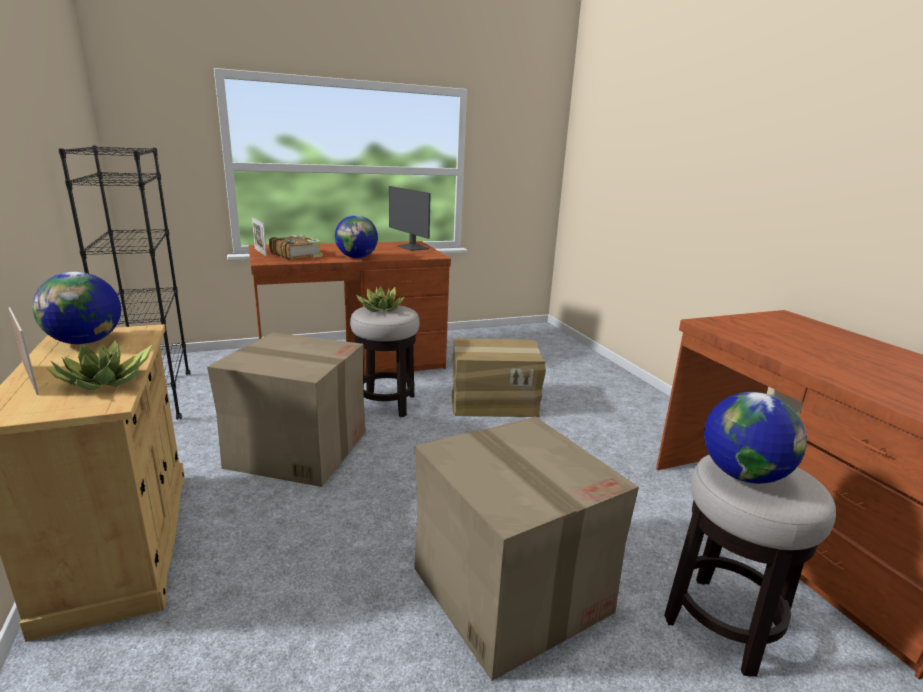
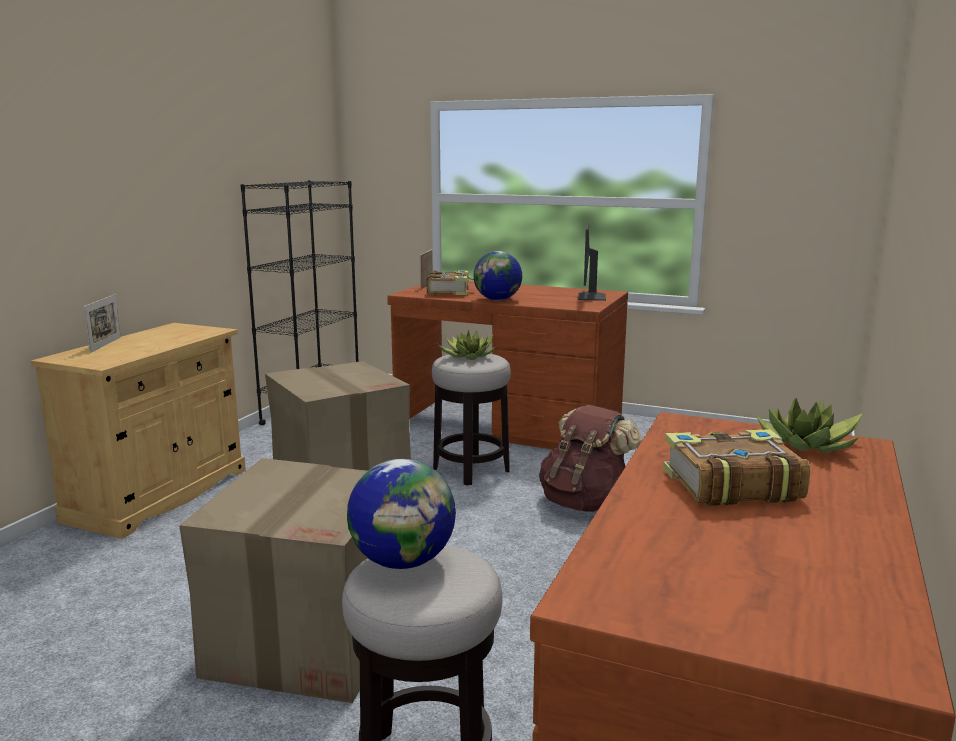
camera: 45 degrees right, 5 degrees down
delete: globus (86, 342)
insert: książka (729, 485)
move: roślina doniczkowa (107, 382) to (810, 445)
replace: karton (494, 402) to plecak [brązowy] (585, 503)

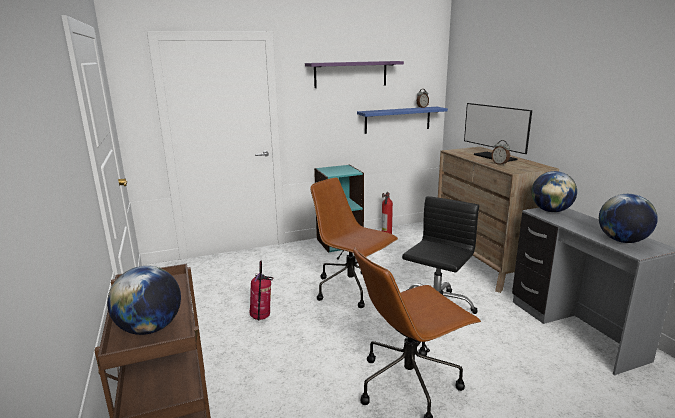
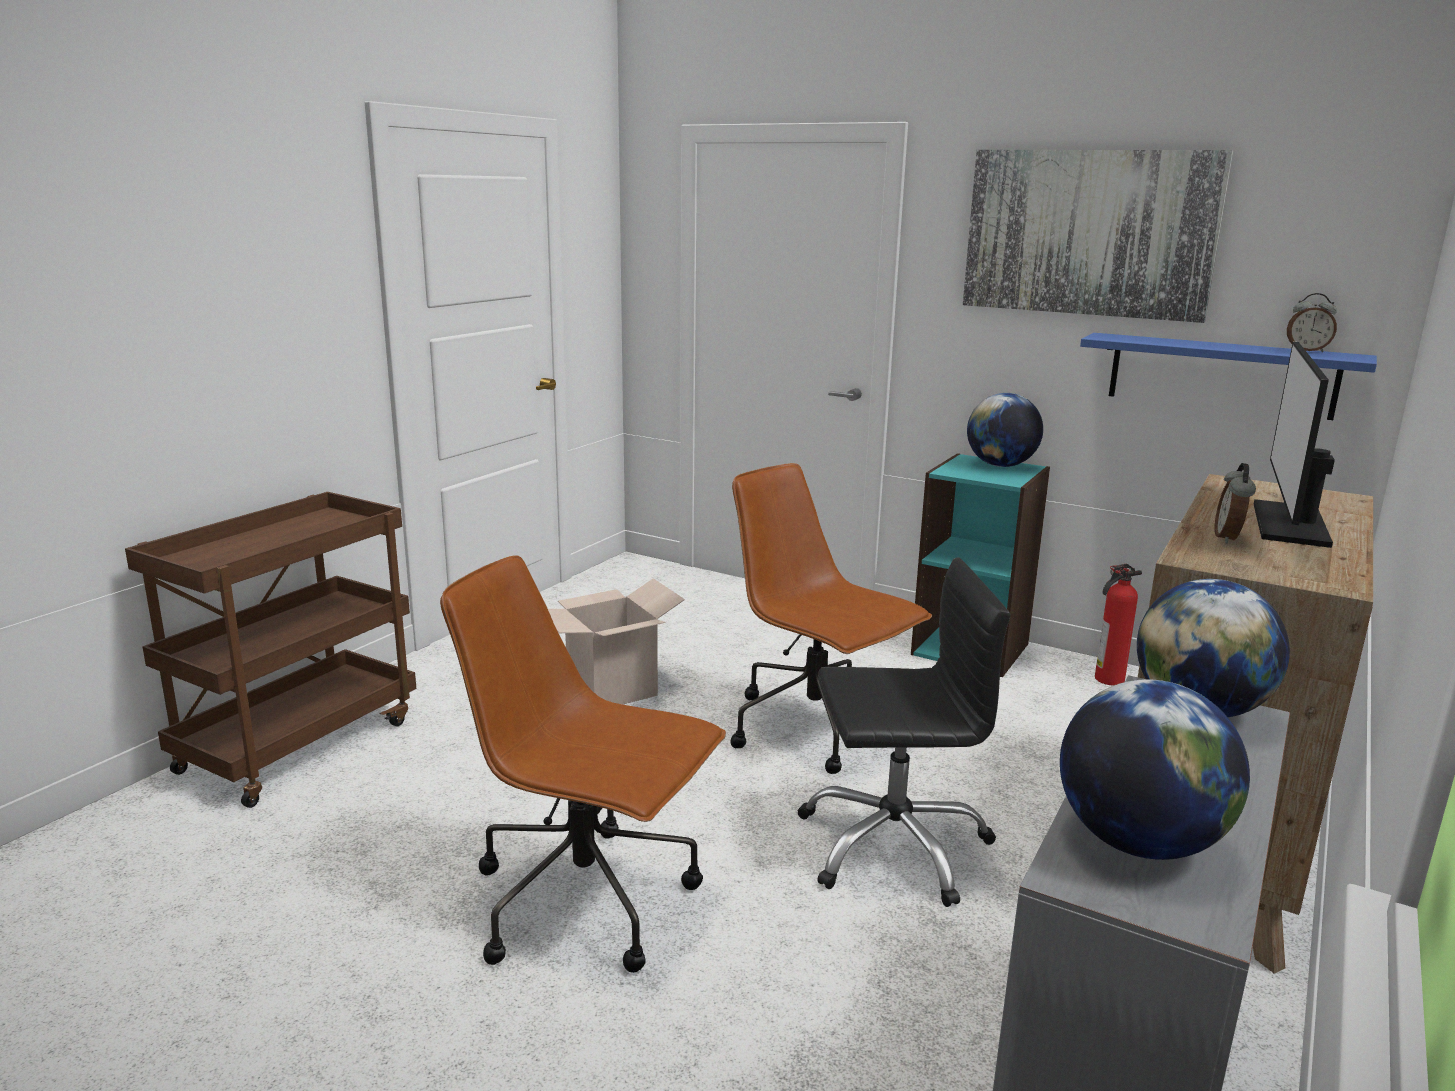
camera: 50 degrees right, 0 degrees up
move: globus (150, 328) to (1000, 465)
replace: półka [fioletowy] (350, 74) to obraz (1088, 233); gaśnica (261, 318) to karton (611, 690)
rotate: krzesło biurowe [brązowy] (352, 289) = (815, 729) 45 degrees counterclockwise

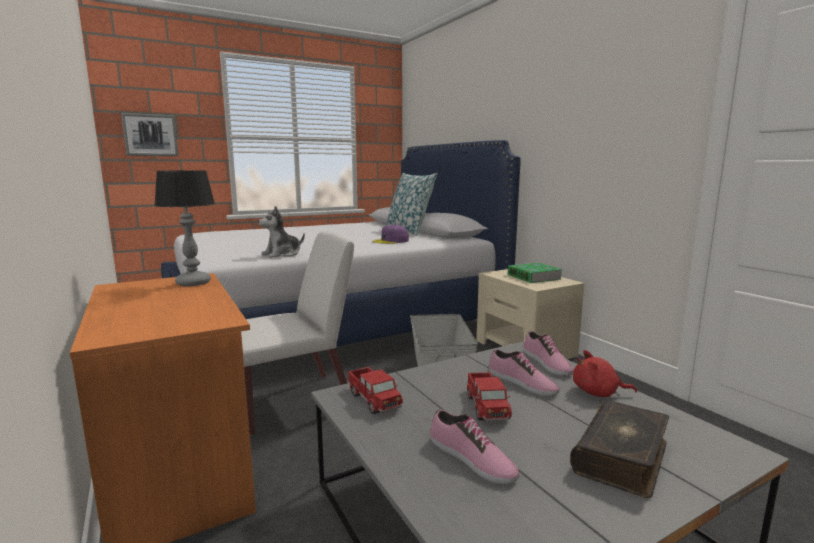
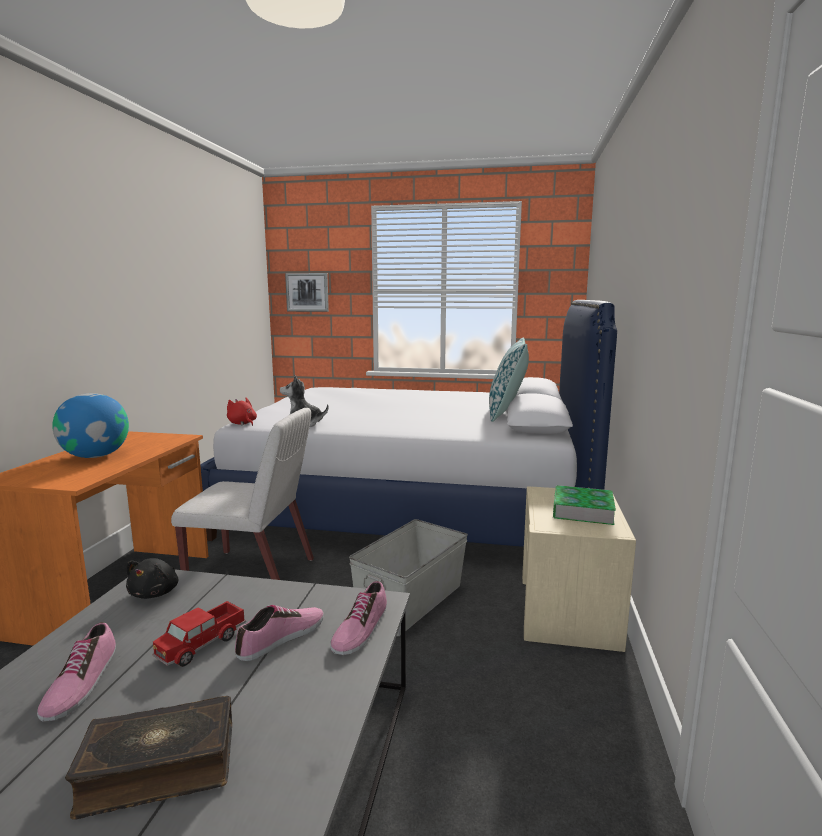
camera: 40 degrees right, 0 degrees up
delete: lampa stołowa (193, 283); czapka z daszkiem [fioletowy] (391, 241)
insert: globus (96, 456)
move: pluszak [czerwony] (598, 393) to (242, 424)
replace: ciężarówka zabawkowa (374, 399) to pluszak [czarny] (156, 593)
rotate: but (521, 383) = (282, 638) 135 degrees counterclockwise

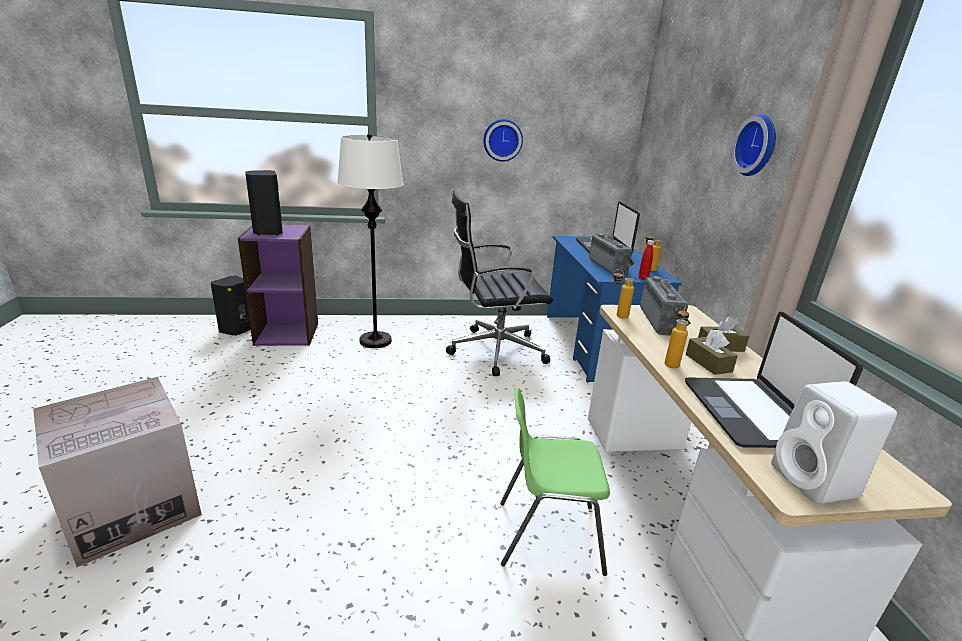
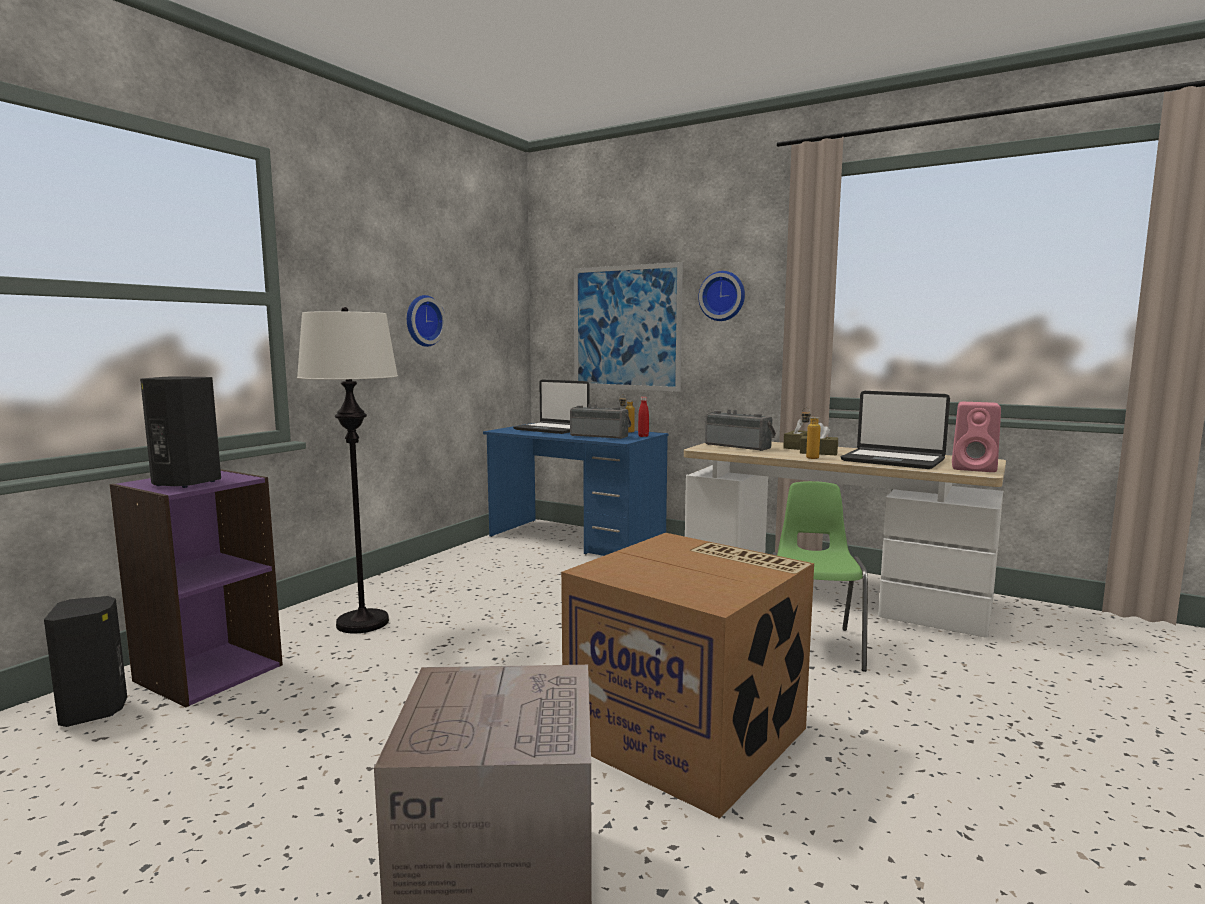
camera: 50 degrees left, 15 degrees down
delete: krzesło biurowe [czarny] (494, 351); butelka (617, 316)
insert: obraz (626, 328); karton (690, 735)
recolor: głośnik [biały] (815, 483) to głośnik [różowy] (975, 468)
rotate: krzesło [zielony] (547, 535) = (813, 645) 150 degrees clockwise

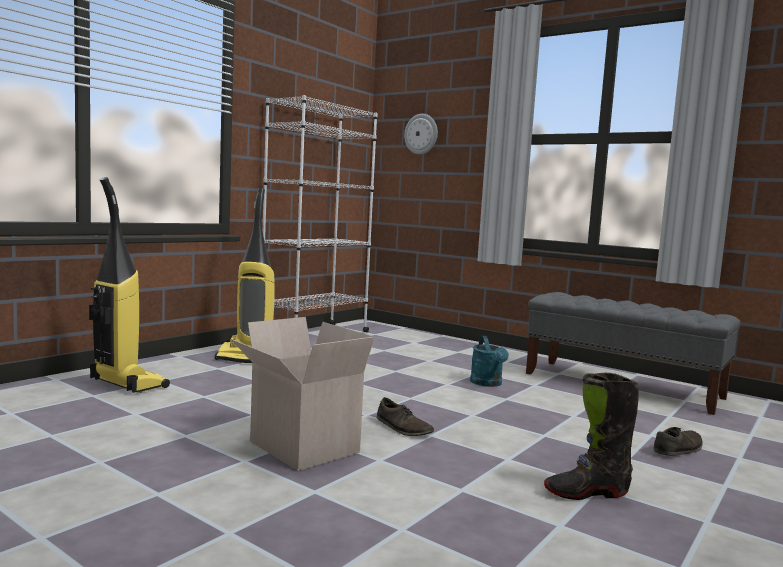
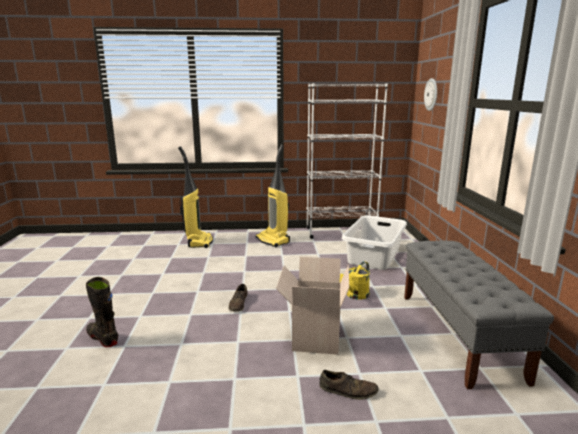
camera: 50 degrees right, 10 degrees up
insert: kosz na pranie [biały] (373, 256)
move: karton (300, 447) to (314, 336); but z cholewką [czarny] (586, 493) to (103, 338)
recolor: konewka [turkusowy] (488, 384) to konewka [żółty] (355, 295)

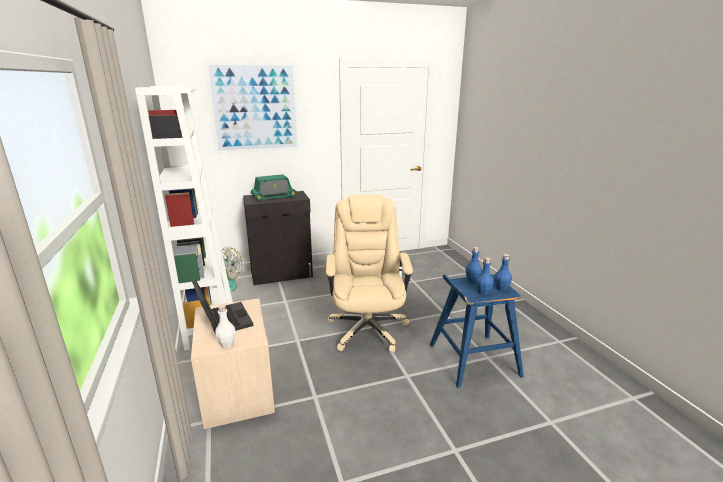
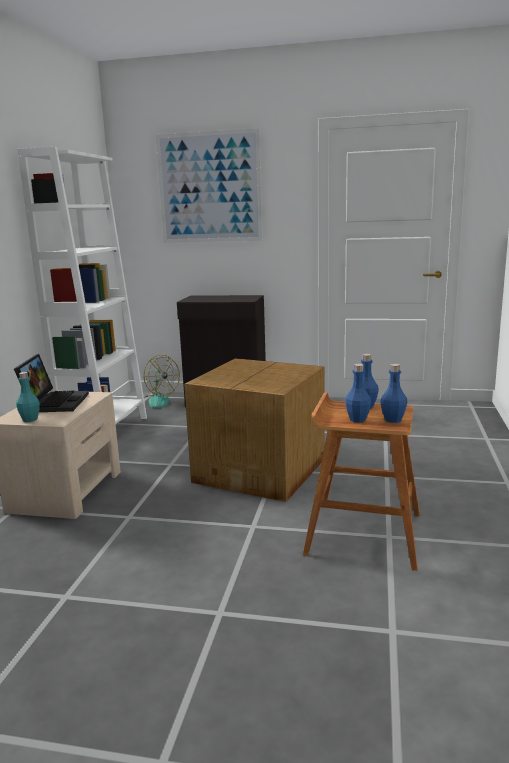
camera: 30 degrees right, 5 degrees down
delete: radio (273, 197)
replace: krzesło biurowe [beżowy] (367, 328) to karton (262, 470)
recolor: stołek [niebieski] (472, 360) to stołek [brązowy] (362, 533); butelka [biały] (227, 344) to butelka [turkusowy] (30, 419)

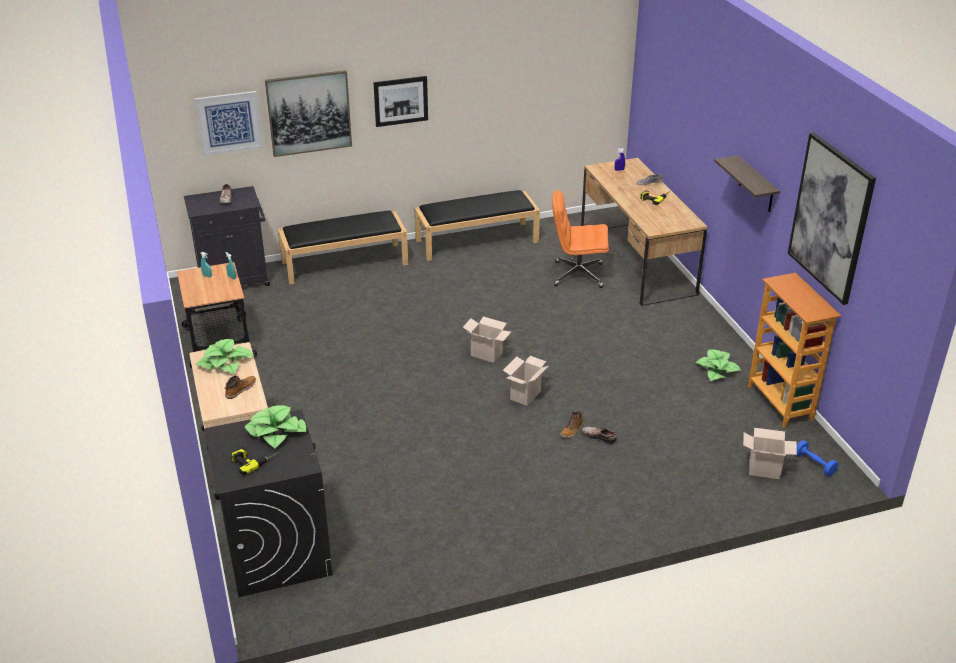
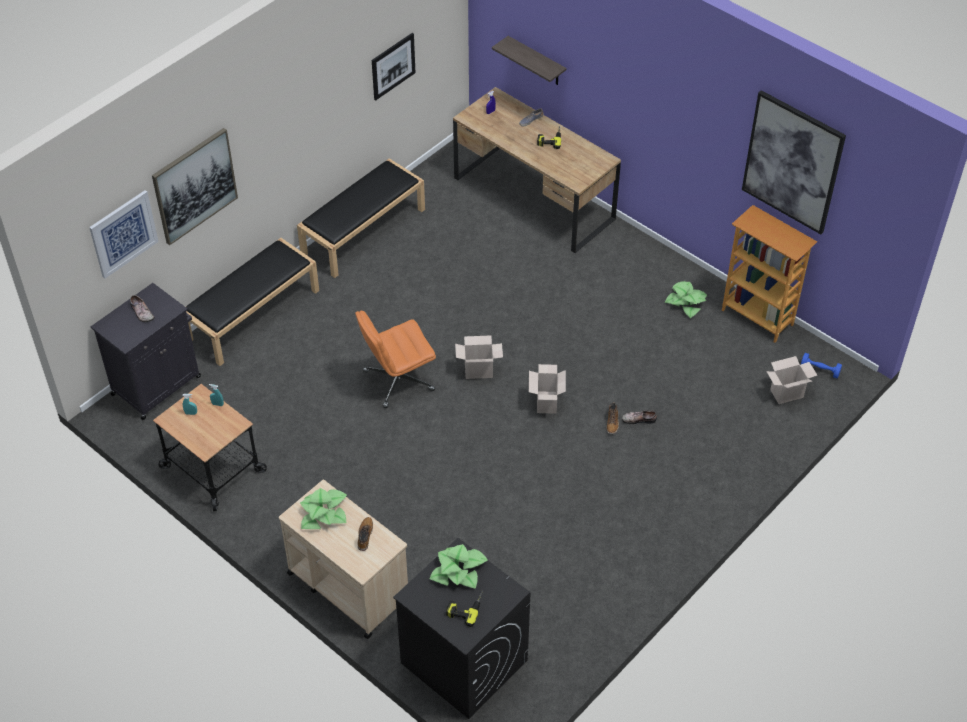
camera: 30 degrees left, 15 degrees up
move: obraz (401, 101) to (393, 66); półka (756, 185) to (536, 62); krzesło biurowe [pomarańczowy] (577, 275) to (398, 381)

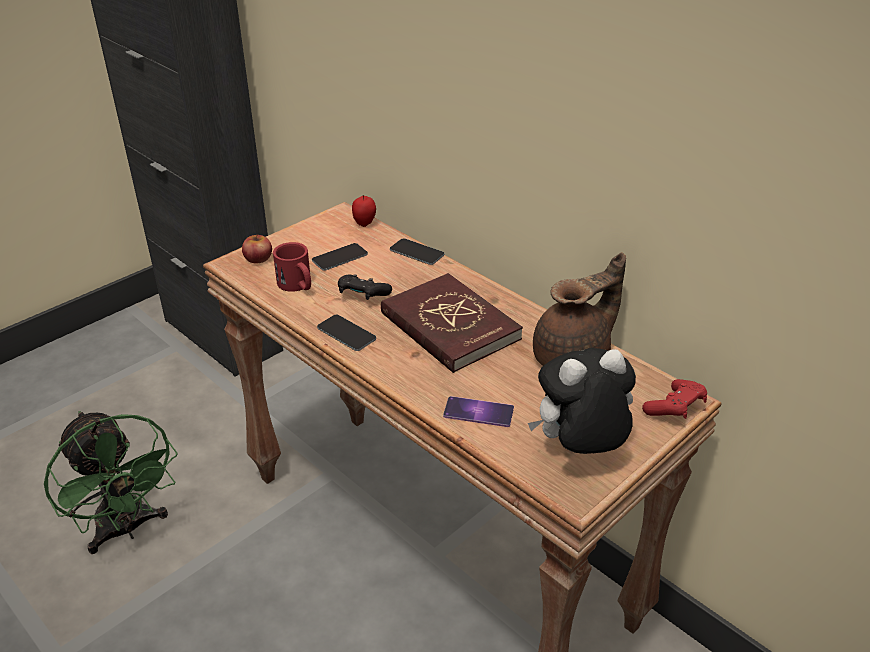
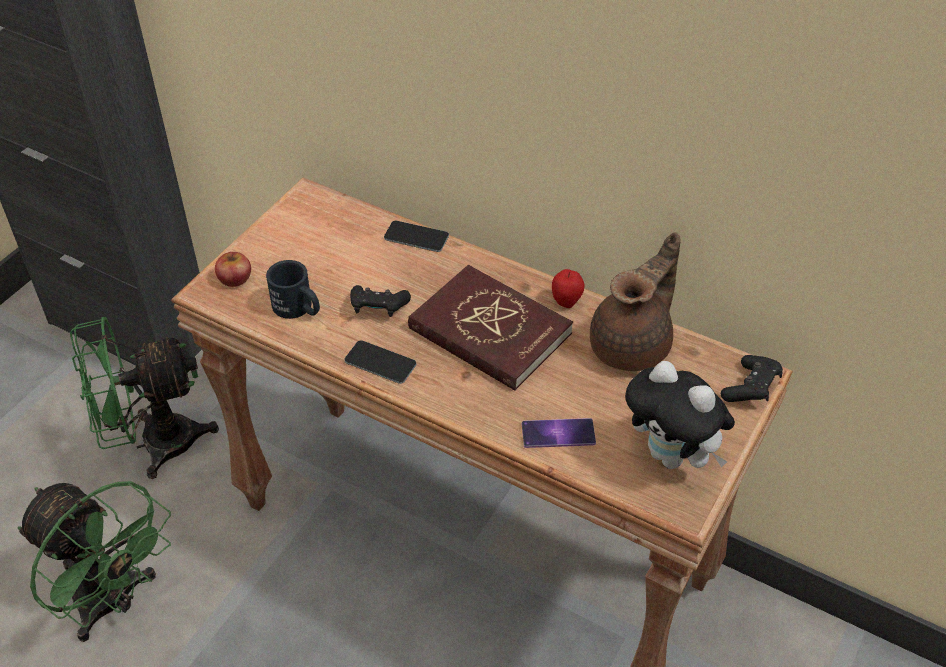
camera: 15 degrees left, 10 degrees up
delete: telefon (340, 257)
insert: wentylator [zielony] (154, 444)
move: jabłko (364, 223) to (566, 302)
recolor: kubek [czerwony] (297, 285) to kubek [czarny] (298, 308); pad do gier [czerwony] (675, 409) to pad do gier [czarny] (751, 388)
rotate: pluszak (578, 449) = (672, 456) 105 degrees counterclockwise

